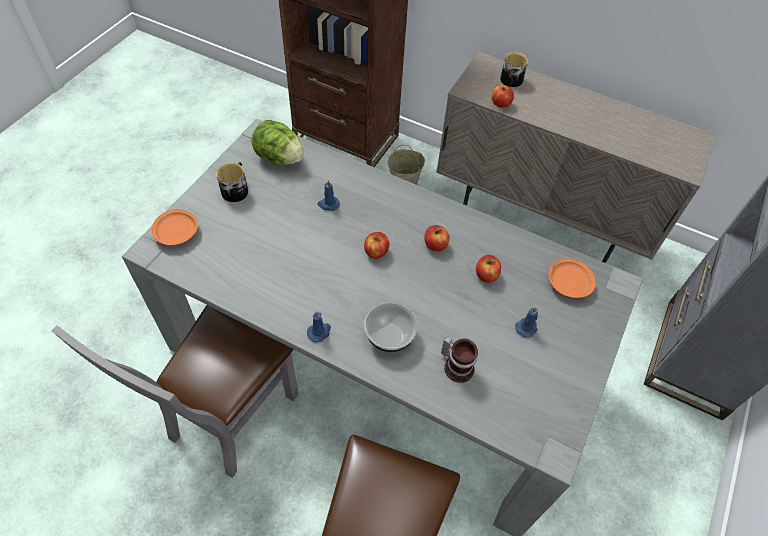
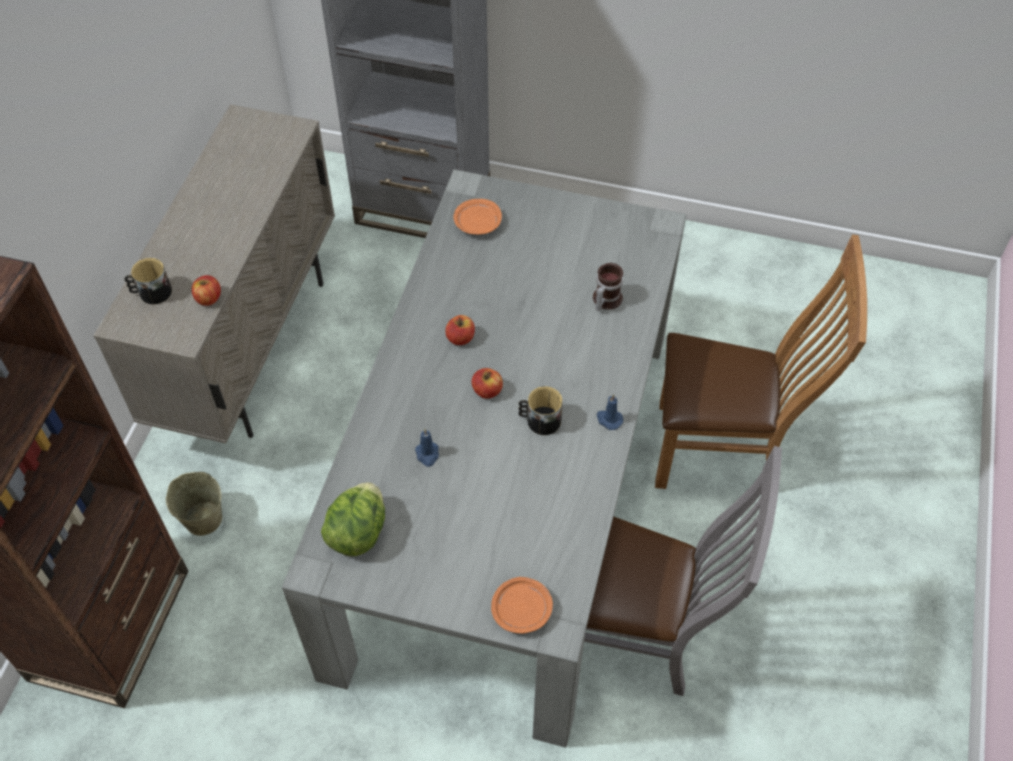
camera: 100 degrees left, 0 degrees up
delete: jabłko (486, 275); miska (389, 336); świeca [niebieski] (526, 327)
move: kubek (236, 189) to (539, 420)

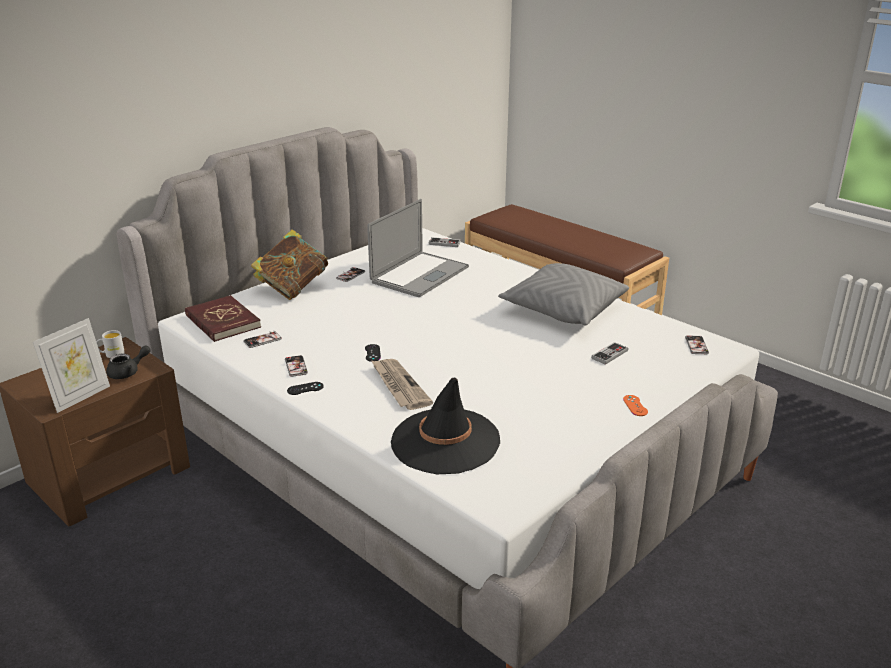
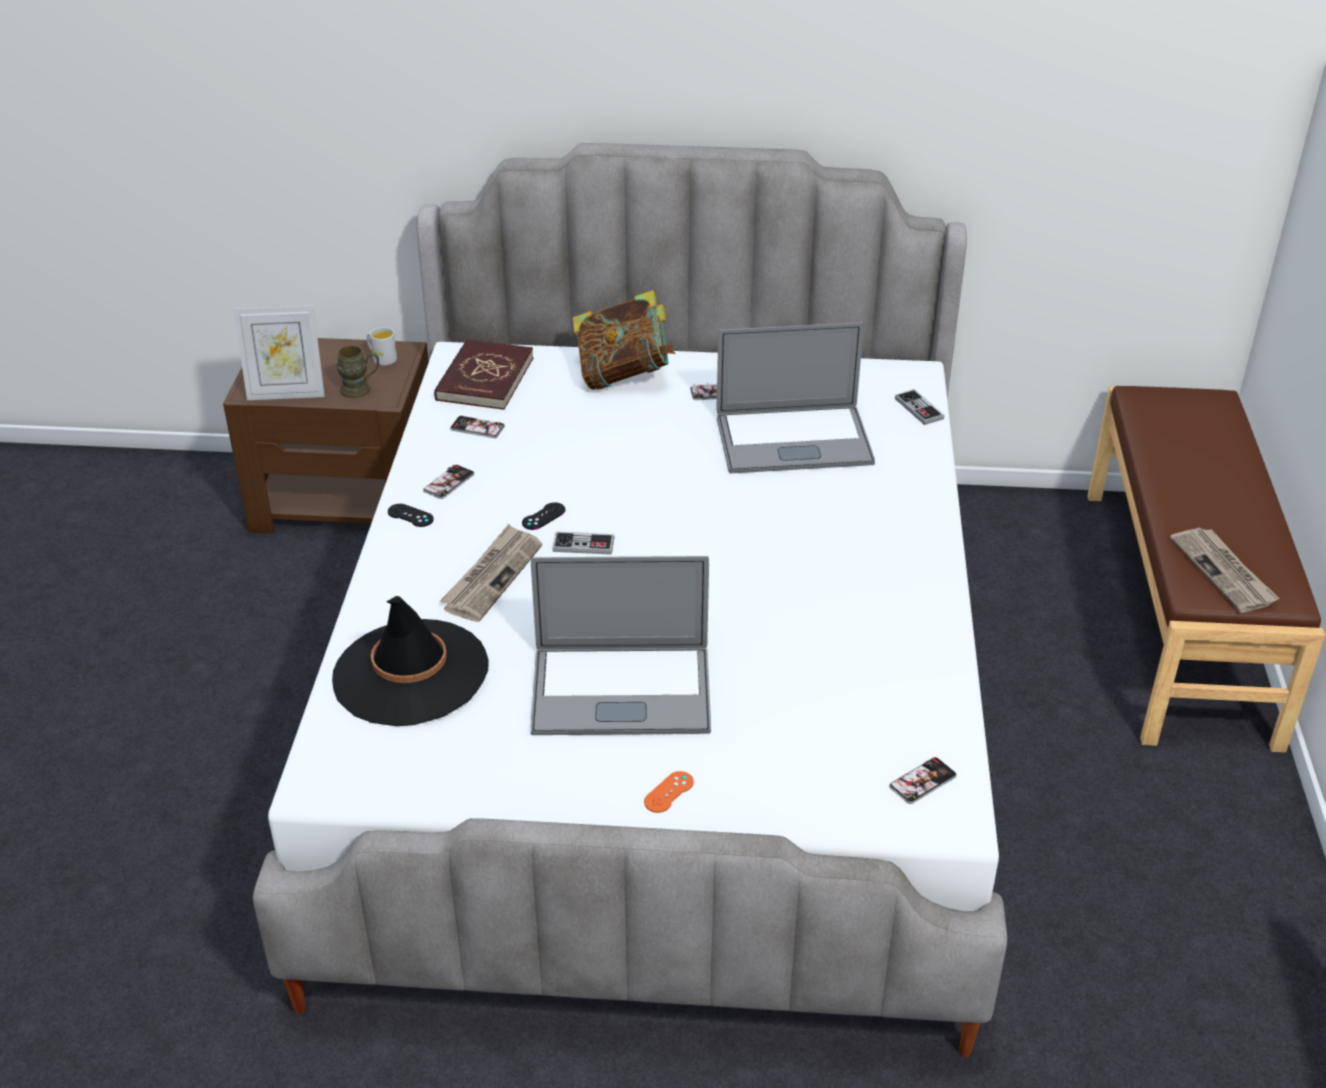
camera: 50 degrees right, 10 degrees up
delete: poduszka [szary] (563, 309)
insert: gazeta (1224, 572); laptop (621, 691)
move: pad do gier (609, 354) to (583, 545)
replace: imbryk [czarny] (128, 372) to kubek [brązowy] (361, 390)

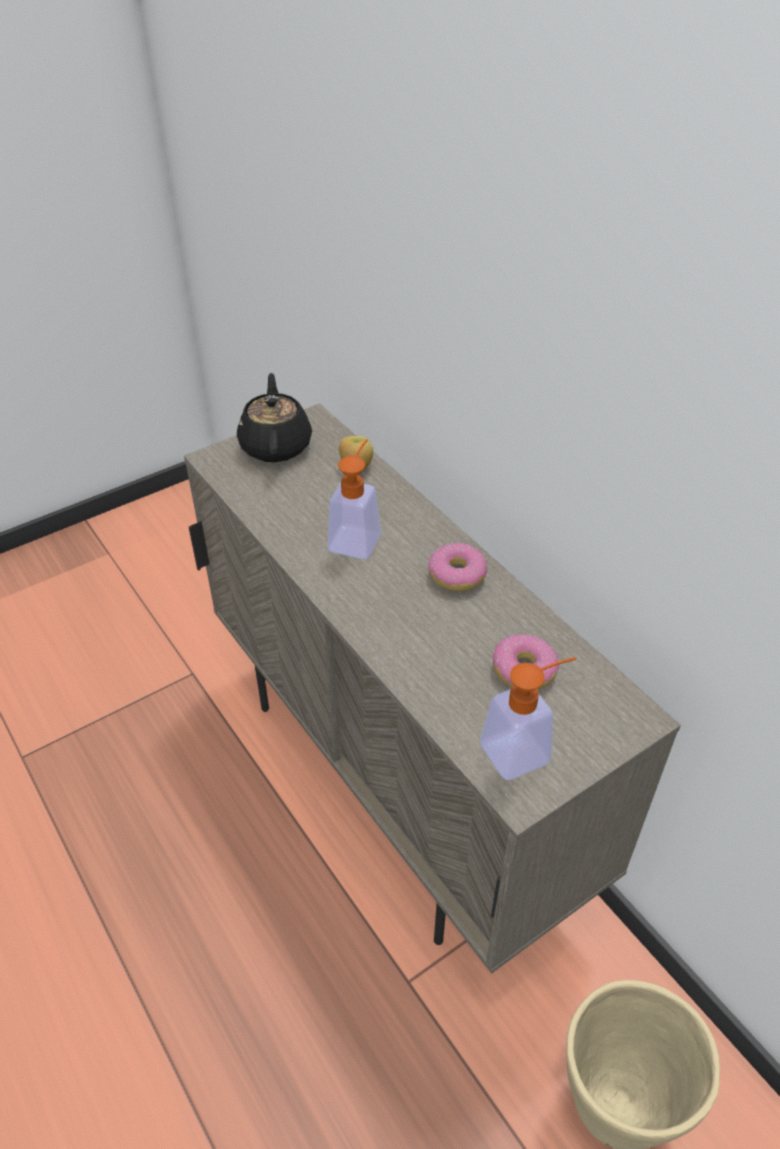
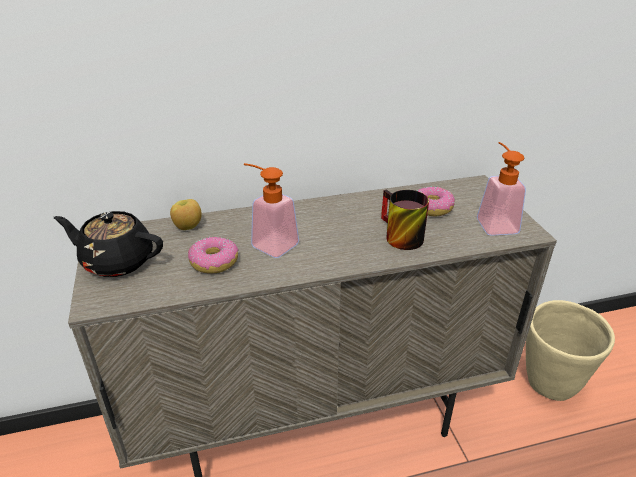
camera: 70 degrees left, 10 degrees down
insert: kubek (397, 236)
move: donut (457, 575) to (214, 262)

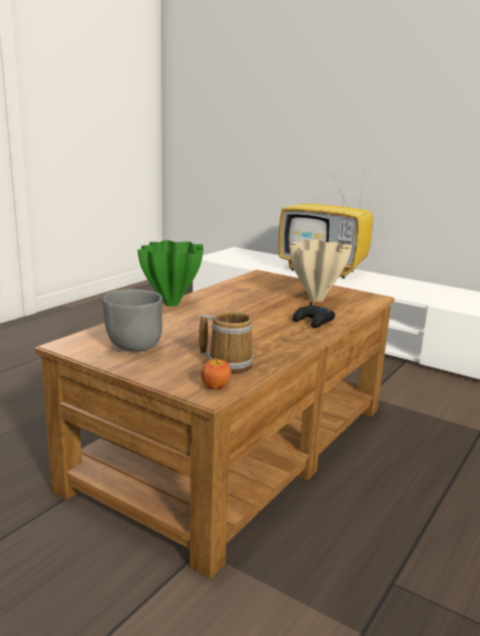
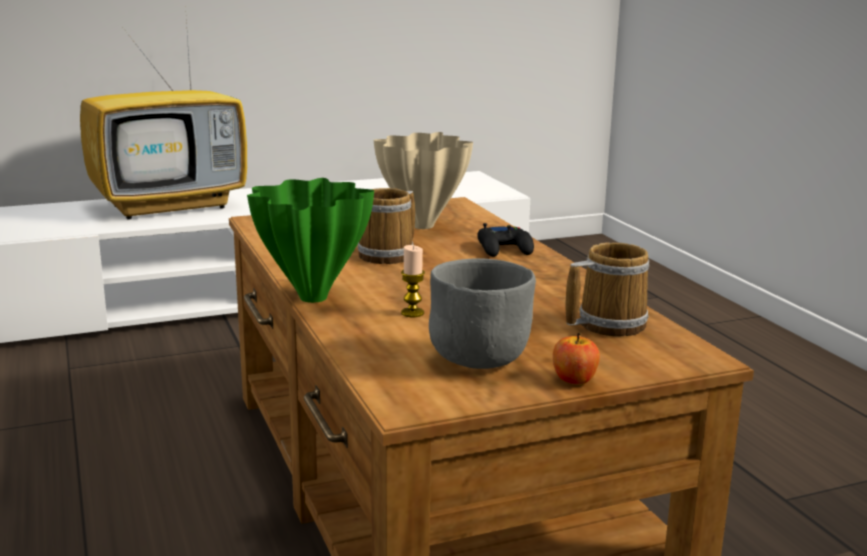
camera: 55 degrees left, 0 degrees up
insert: kubek (390, 255); świeca (412, 313)
move: jabłko (215, 386) to (574, 379)

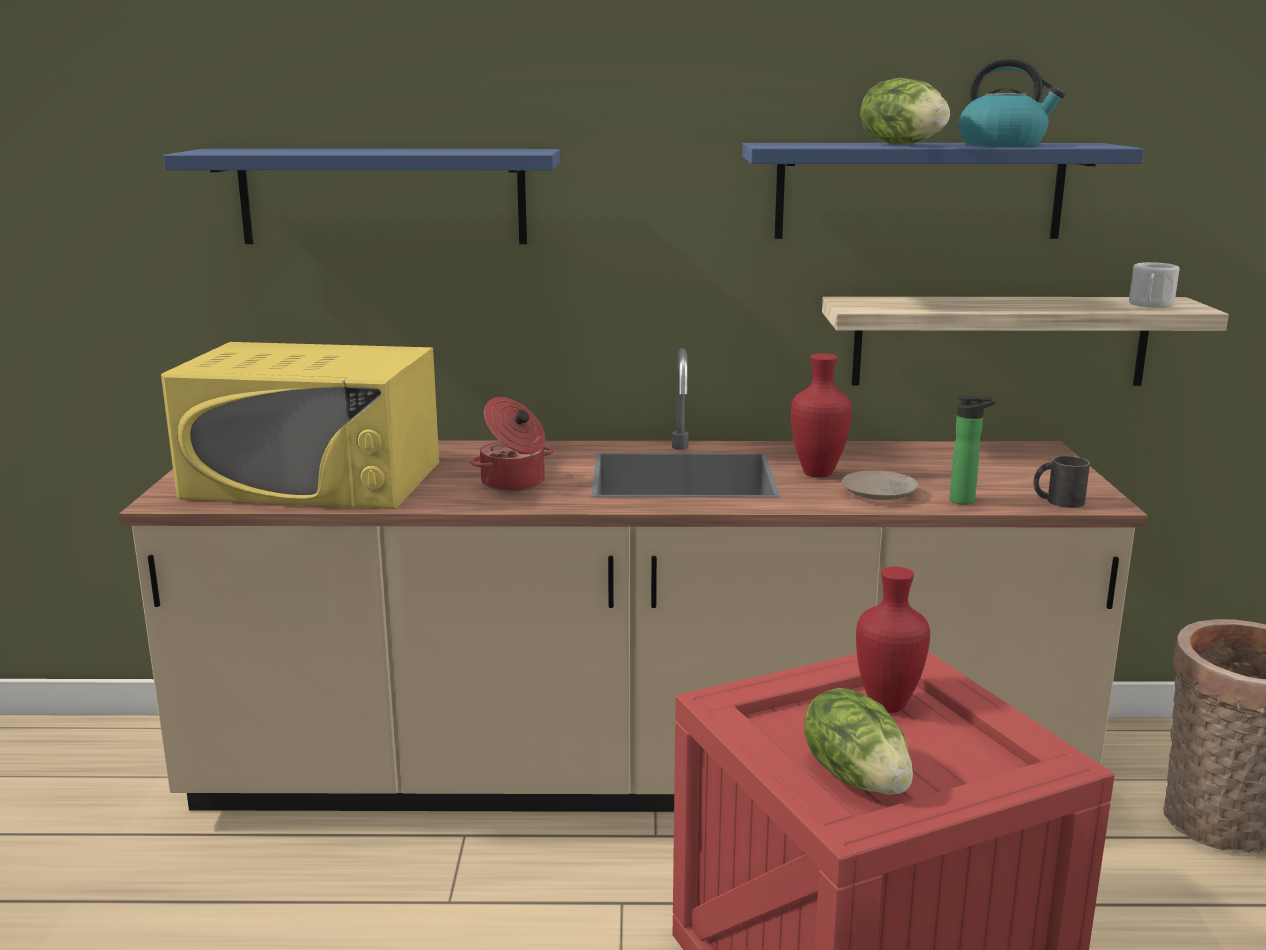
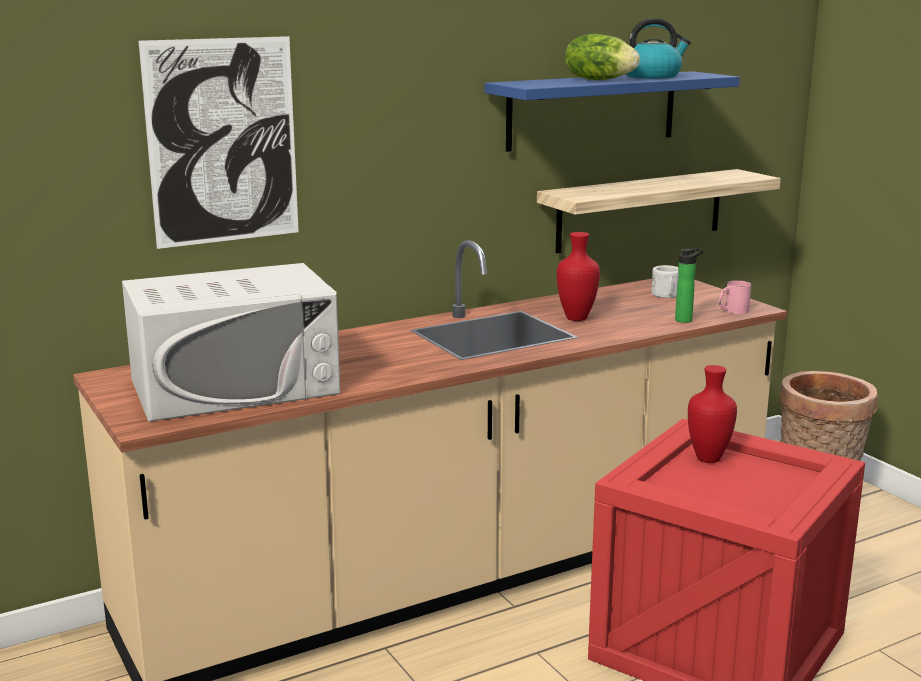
camera: 30 degrees left, 0 degrees up
delete: garnek (514, 484); talerz [beżowy] (880, 494); sałata (857, 776)
move: kubek [biały] (1150, 305) to (666, 295)
replace: półka [niebieski] (383, 196) to obraz (223, 142)
recolor: mikrofalówka [żółty] (314, 480) to mikrofalówka [biały] (235, 386); kubek [czarny] (1057, 501) to kubek [różowy] (732, 311)

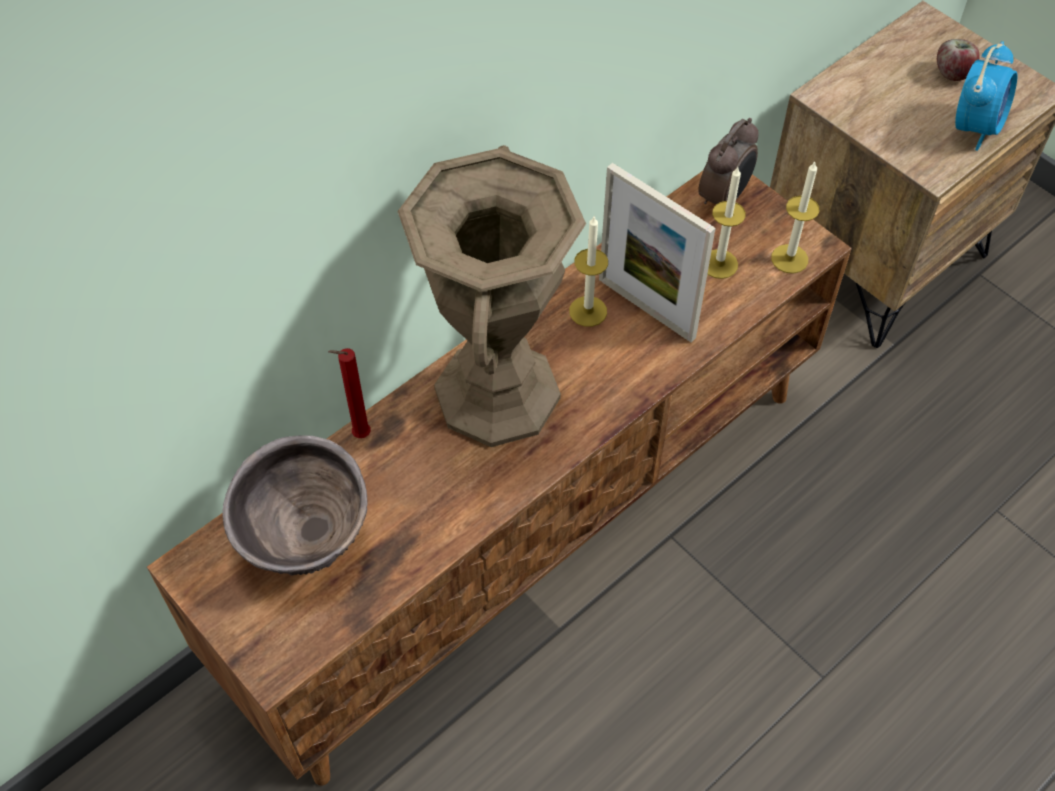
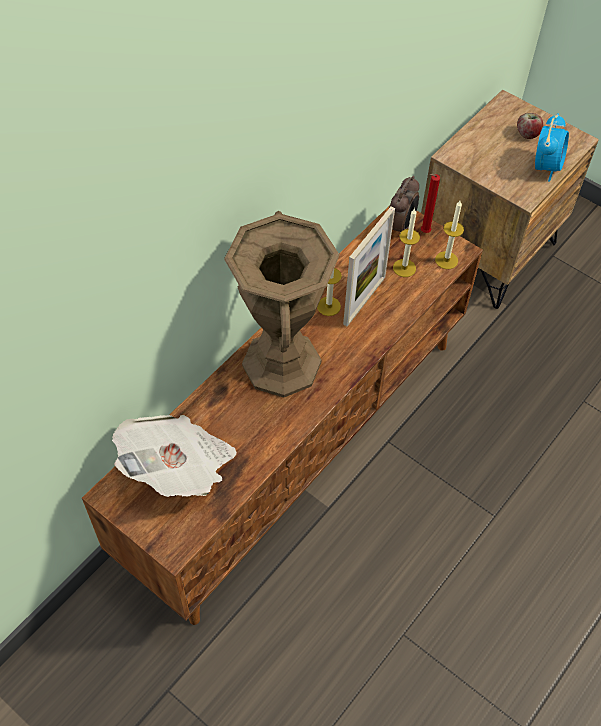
camera: 10 degrees left, 0 degrees up
move: świeca [czerwony] (358, 435) to (423, 232)
replace: miska [brązowy] (306, 539) to gazeta (179, 468)
rotate: ramka na zdjęcie (646, 308) = (364, 300) 90 degrees counterclockwise

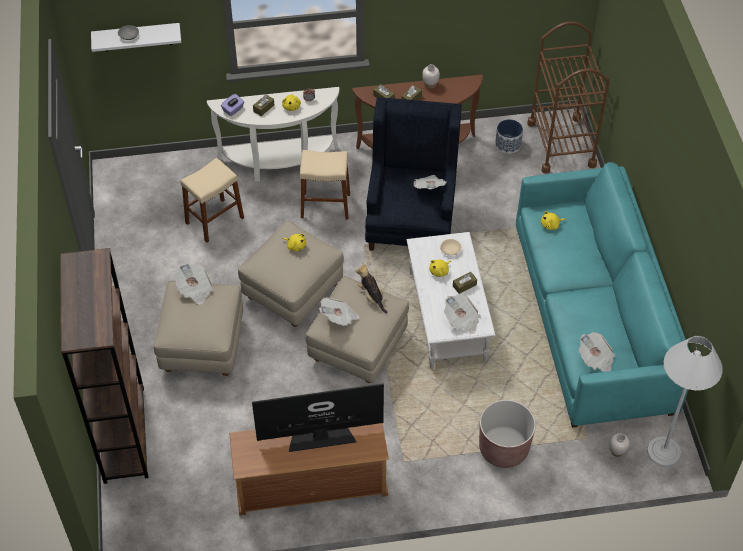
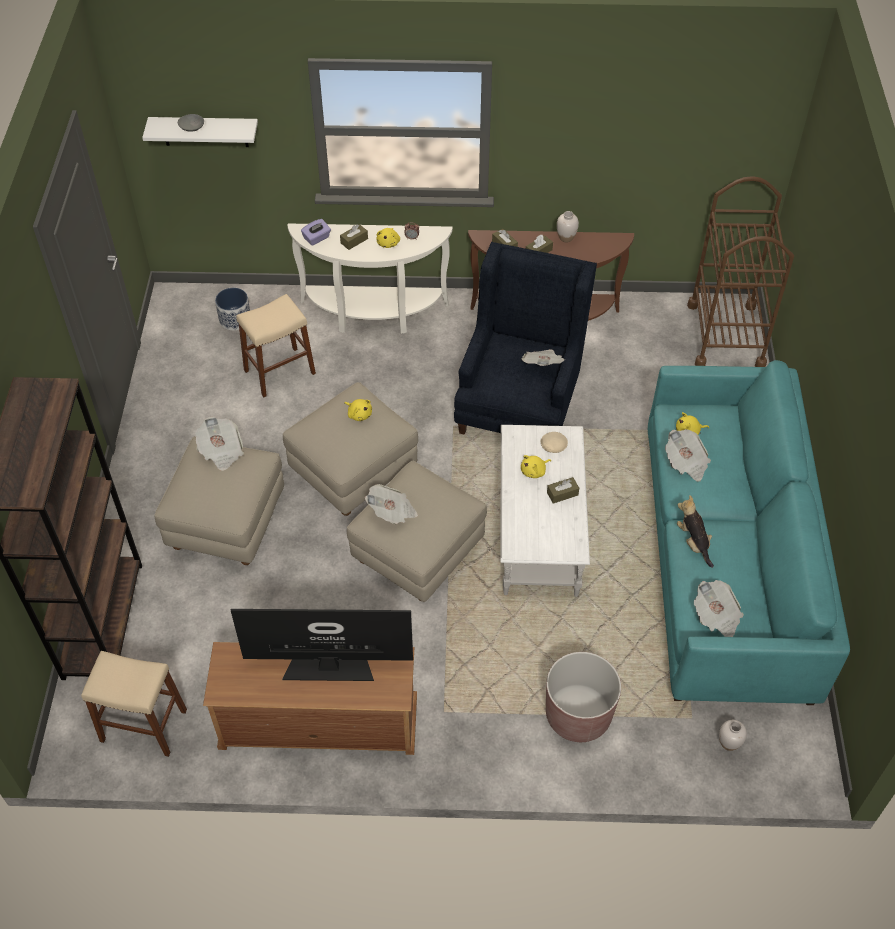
camera: 10 degrees right, 0 degrees up
delete: lampa stojąca [biały] (664, 452)
move: donica (508, 145) to (235, 319); stołek [beżowy] (325, 205) to (143, 725); pluszak (372, 297) to (693, 542); gazeta (462, 320) to (686, 463)

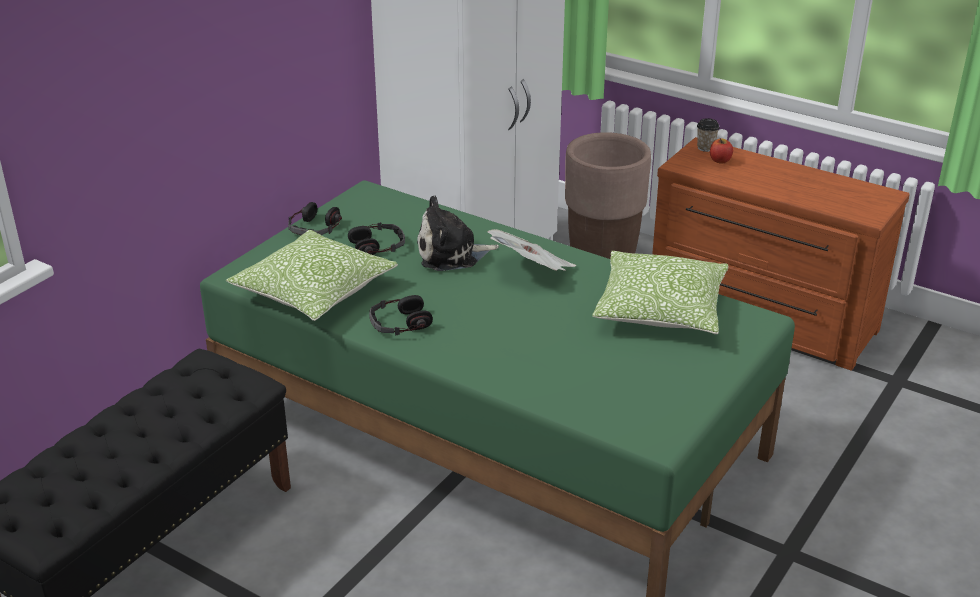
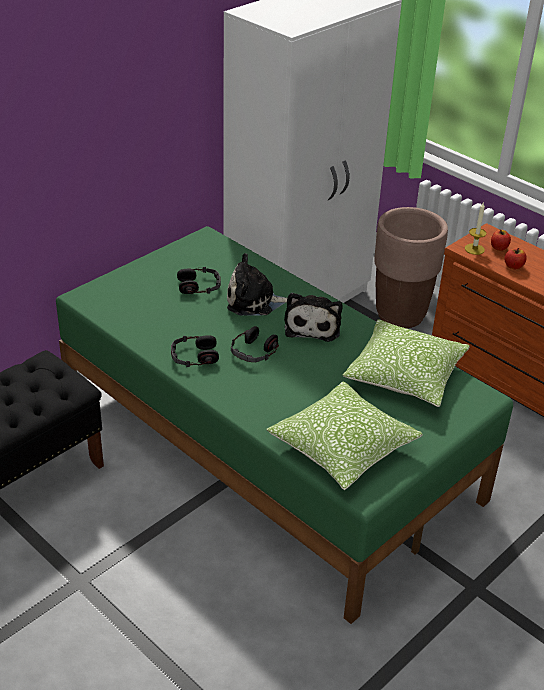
camera: 10 degrees right, 5 degrees up
delete: filiżanka (705, 148)
insert: świeca (474, 249); jabłko (513, 266)
move: słuchawki (315, 228) to (254, 351); poduszka (314, 291) to (342, 447)
replace: gazeta (532, 271) to pluszak (313, 325)

